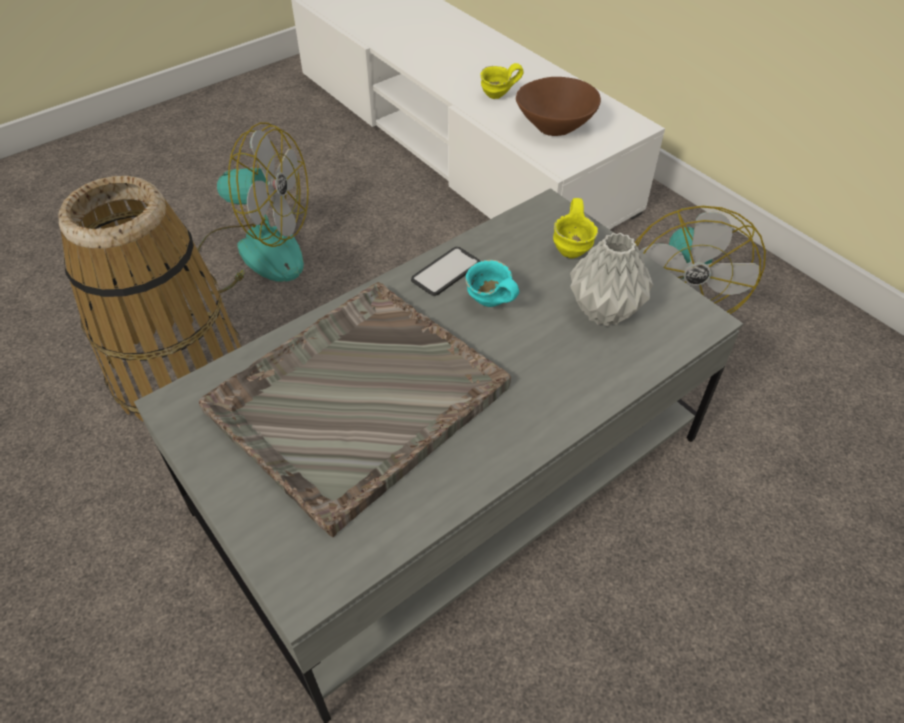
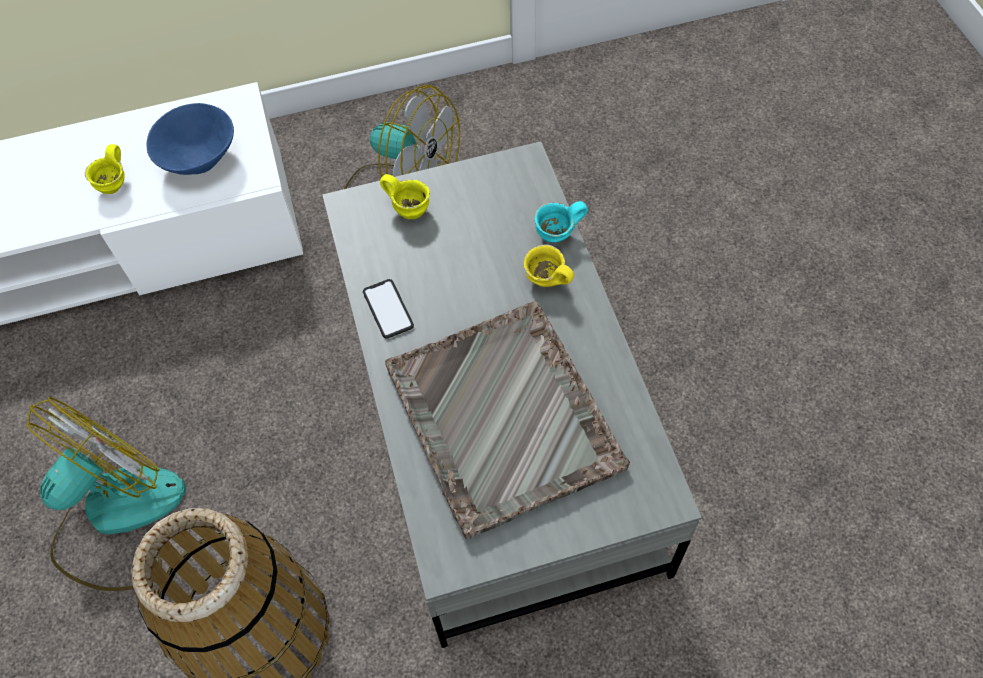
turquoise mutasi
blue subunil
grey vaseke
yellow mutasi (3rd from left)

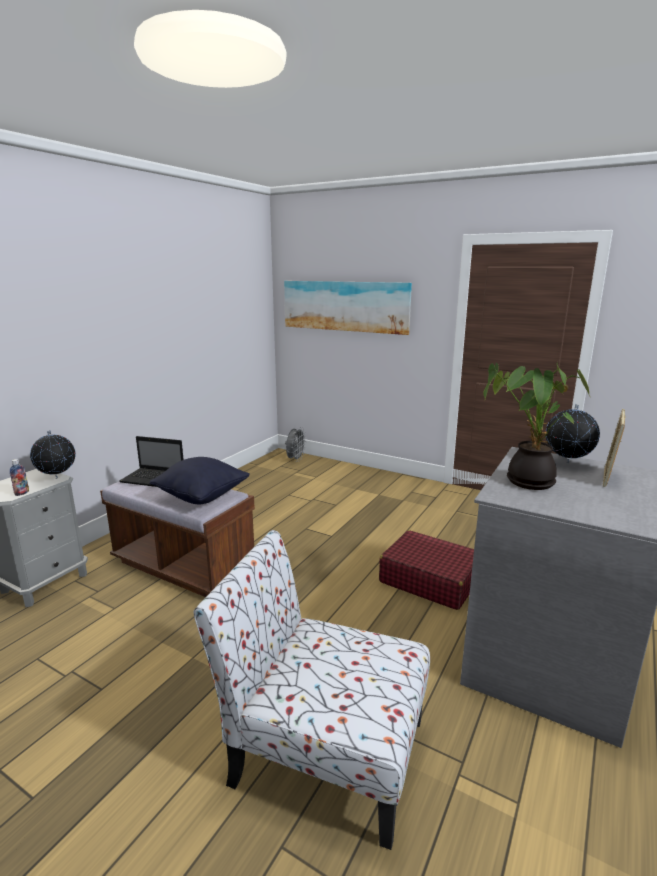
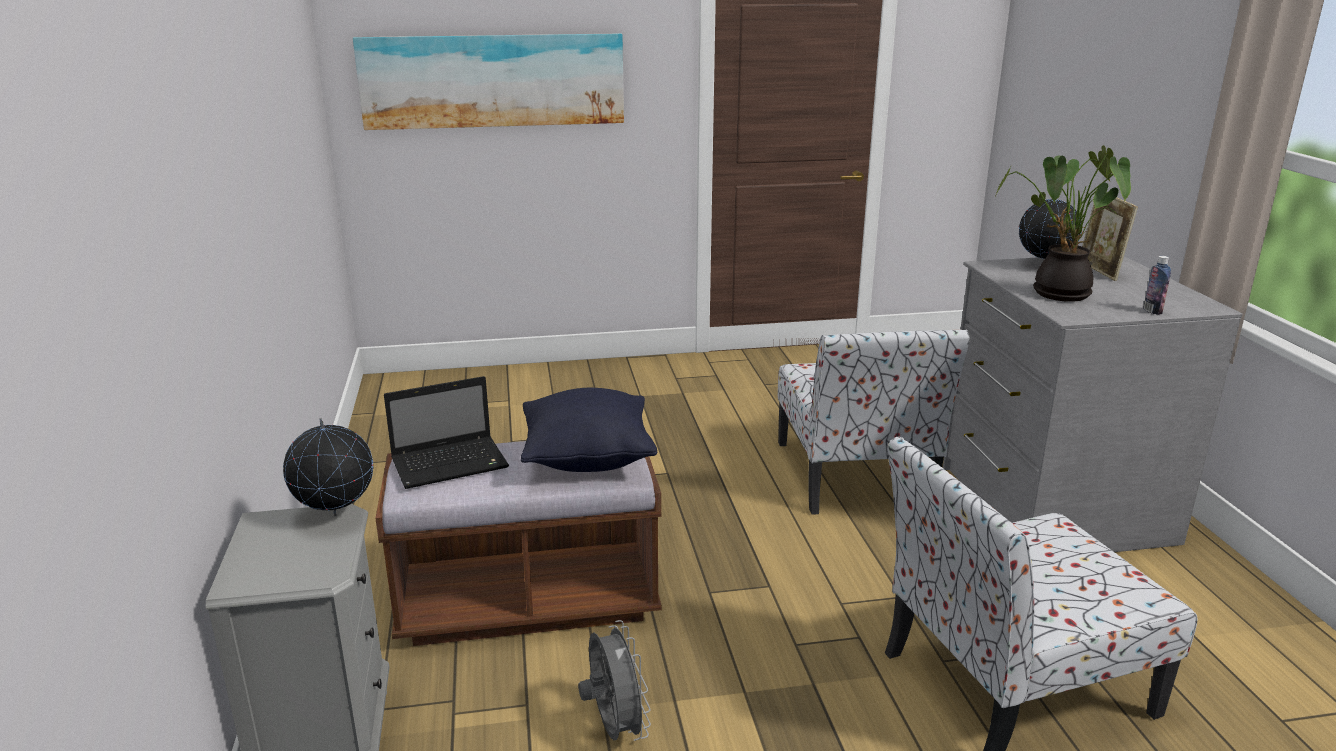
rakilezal
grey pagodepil
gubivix (1st from left)

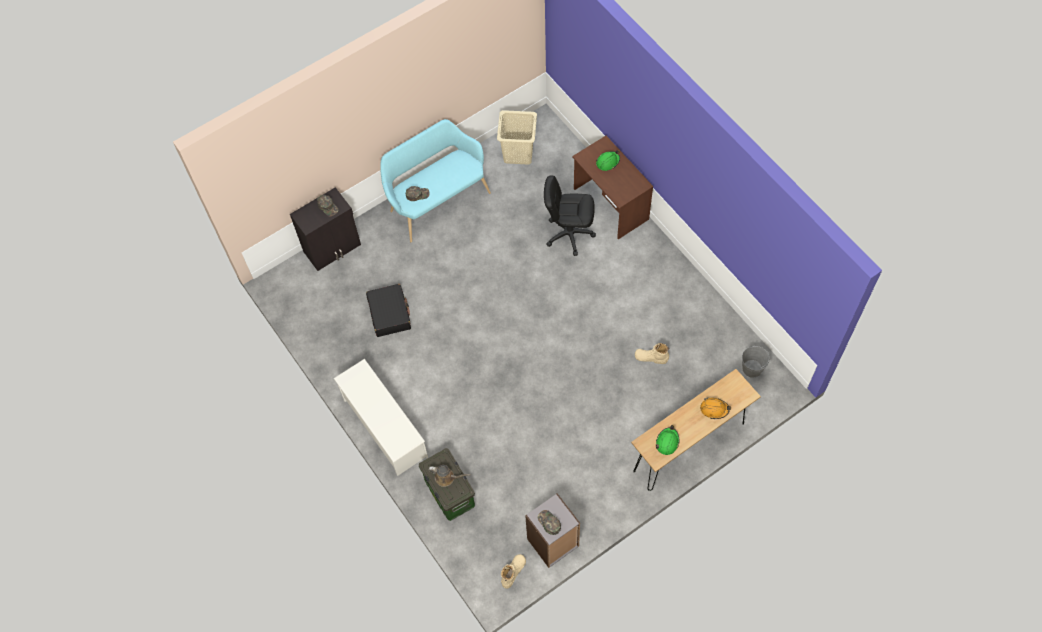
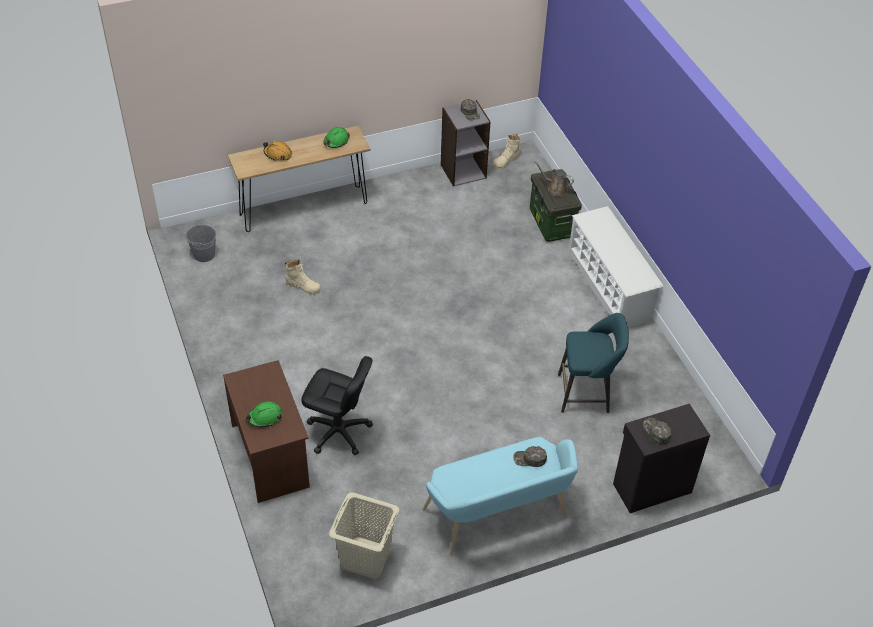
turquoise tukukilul

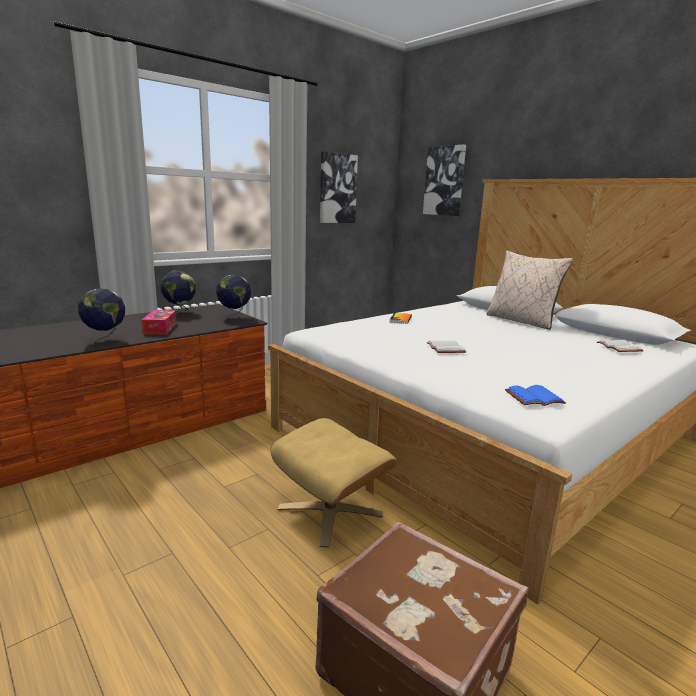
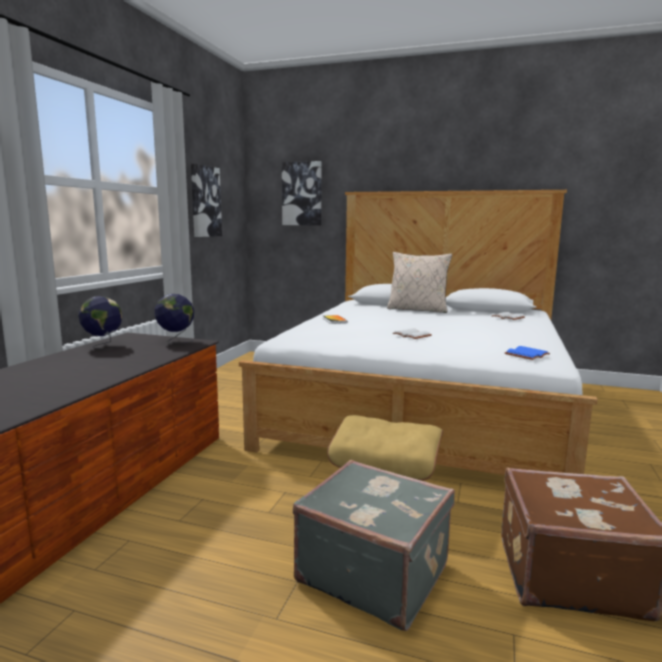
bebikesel (1st from left in the first image)
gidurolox
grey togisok

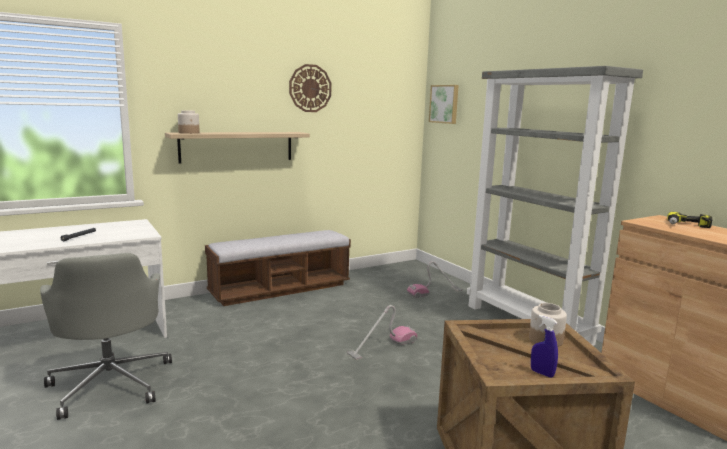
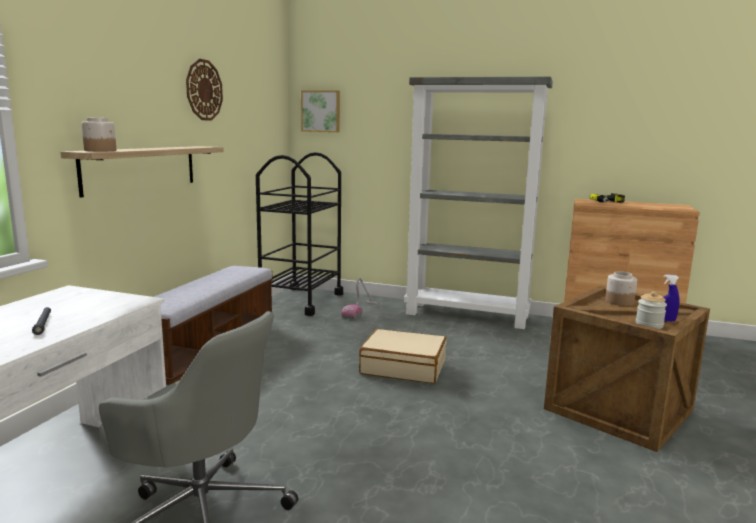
beige togisok
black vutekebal
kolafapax (3rd from left)

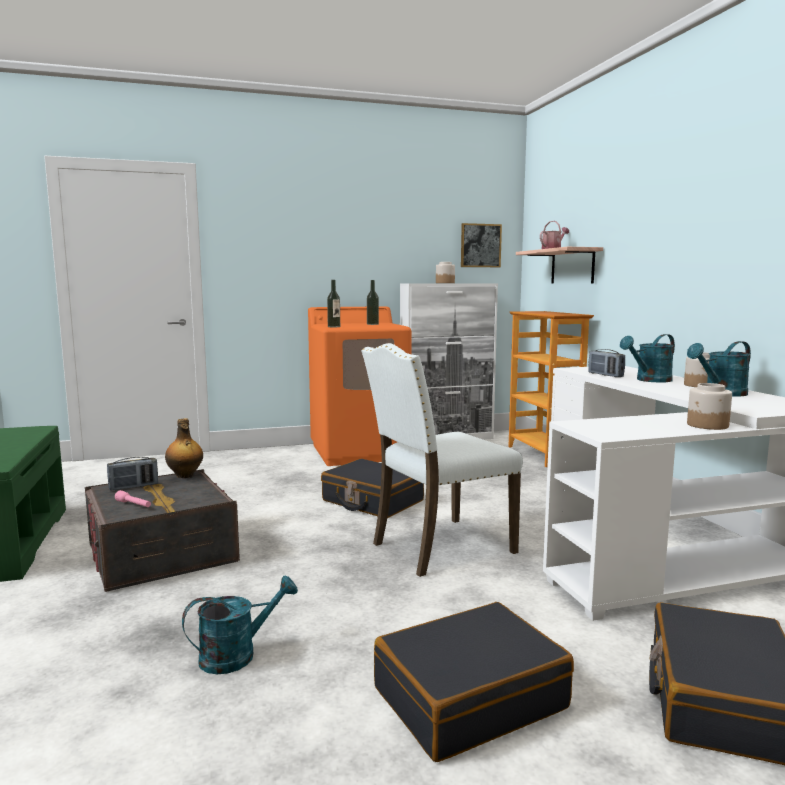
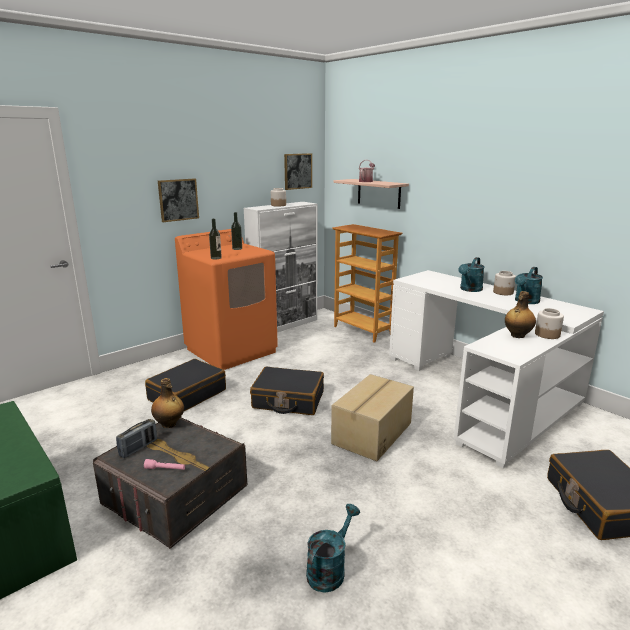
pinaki
black togisok (1st from left)
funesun (2nd from left in the first image)
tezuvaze (1st from left)
rakilezal (4th from left)

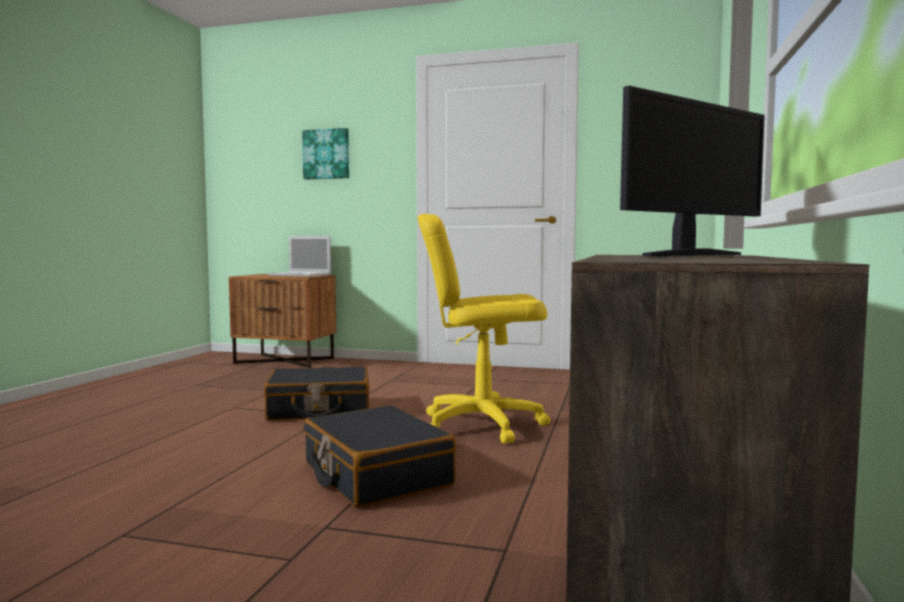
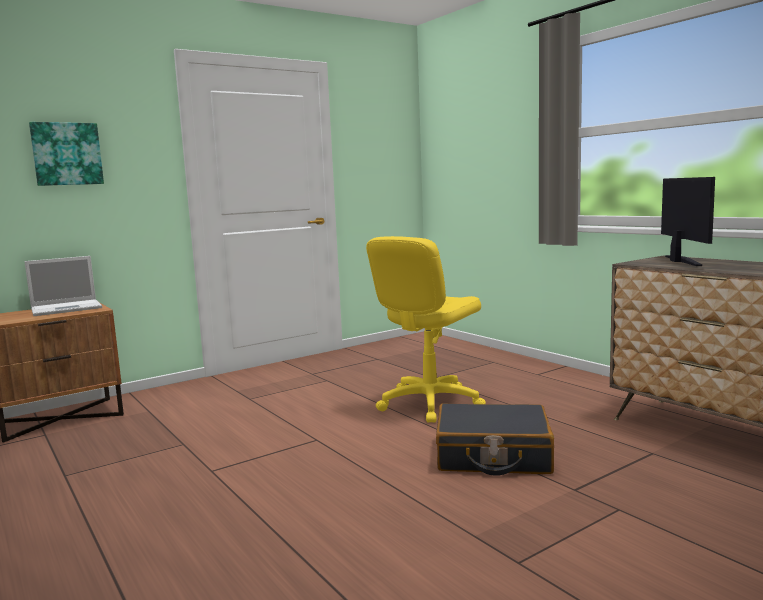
black togisok (1st from left in the first image)

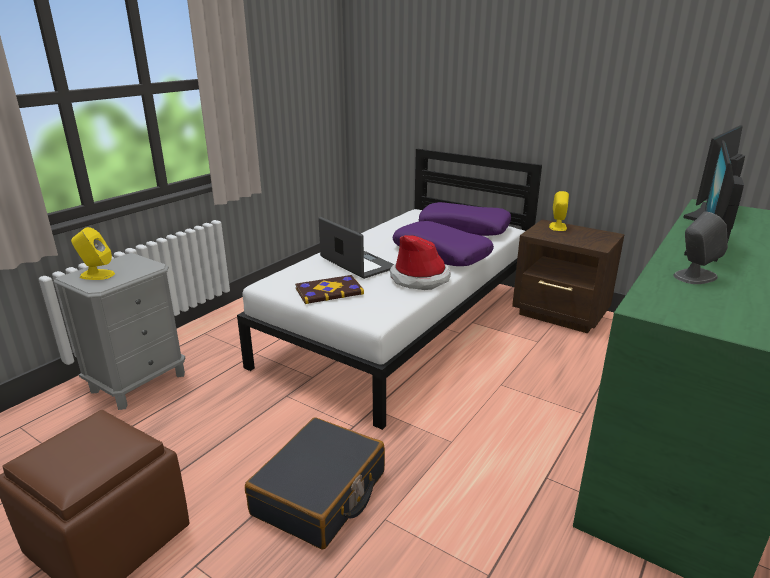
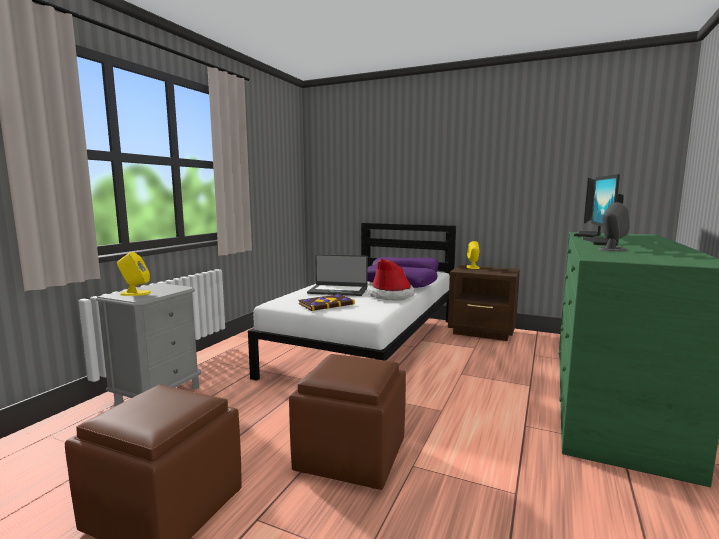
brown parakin (2nd from left)
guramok

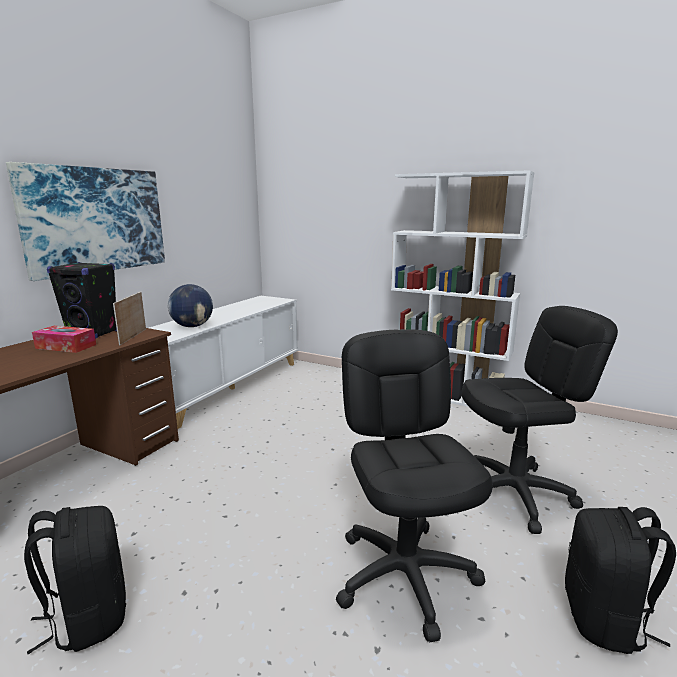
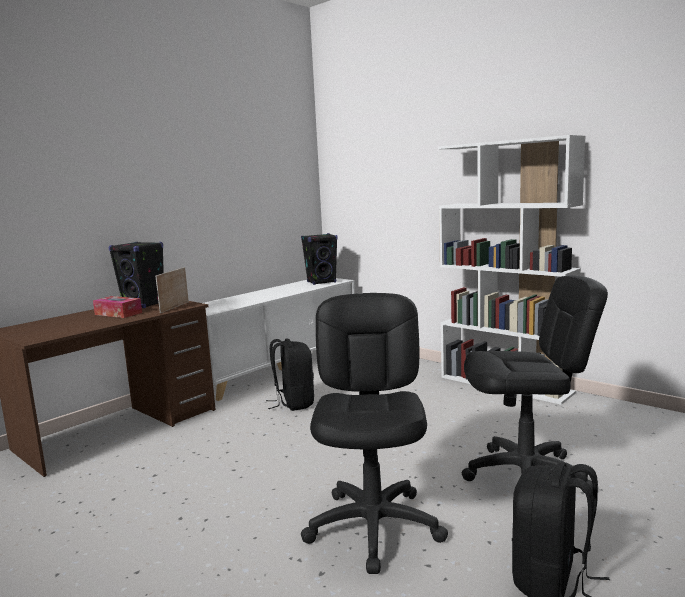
tezuvaze
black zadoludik (1st from left)
bebikesel
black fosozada (2nd from left)

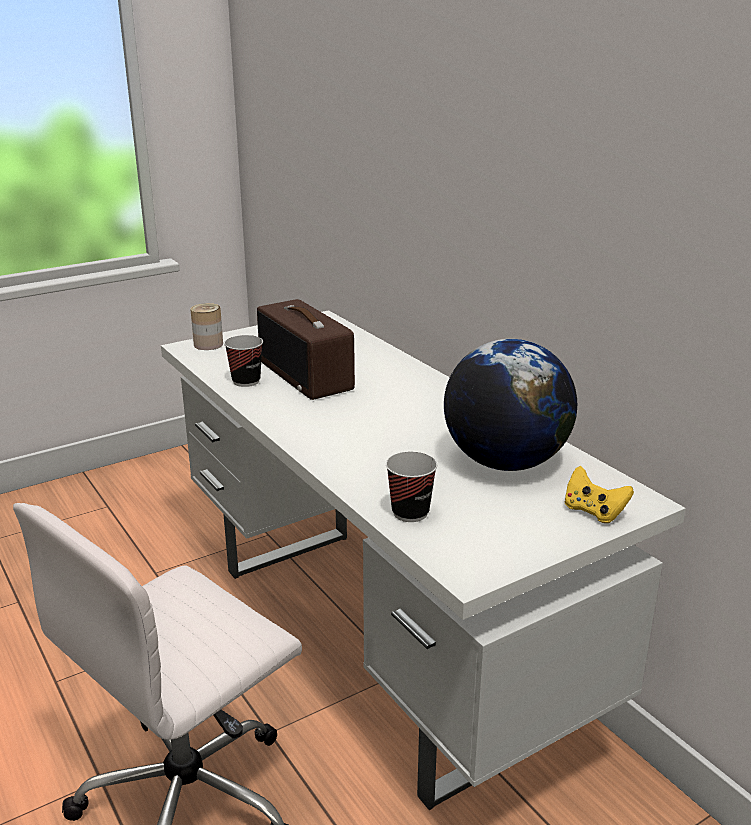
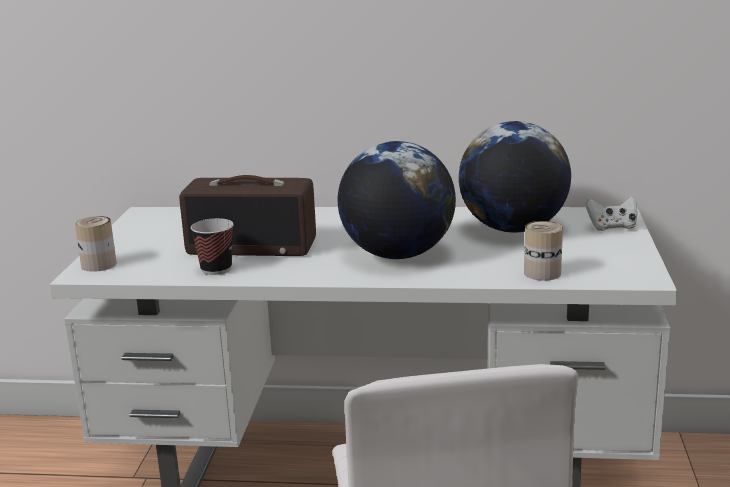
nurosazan (2nd from left)
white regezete
bebikesel (1st from left)

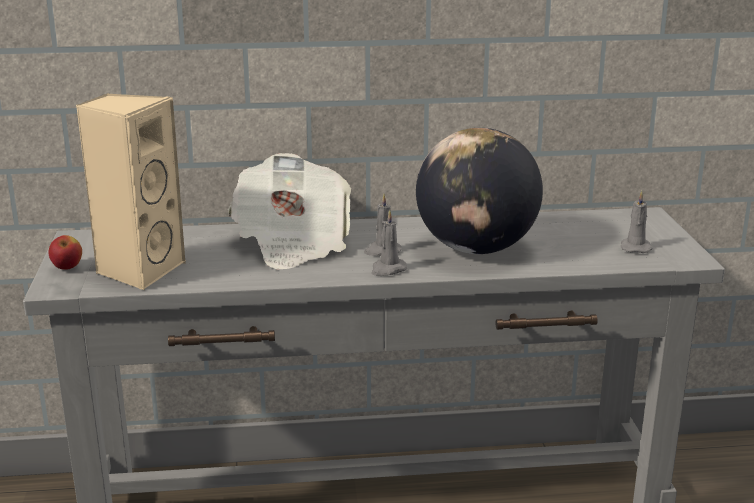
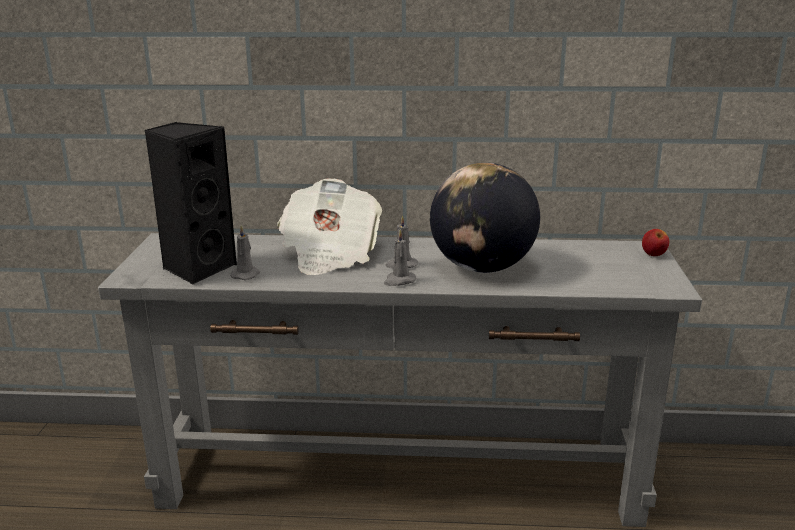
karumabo
black fosozada
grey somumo (1st from left)

